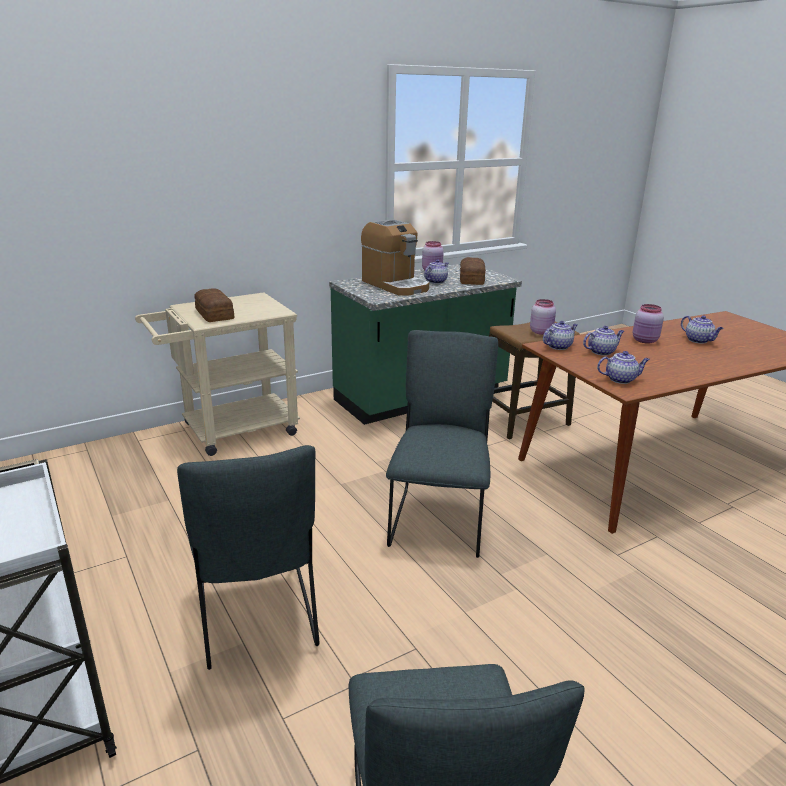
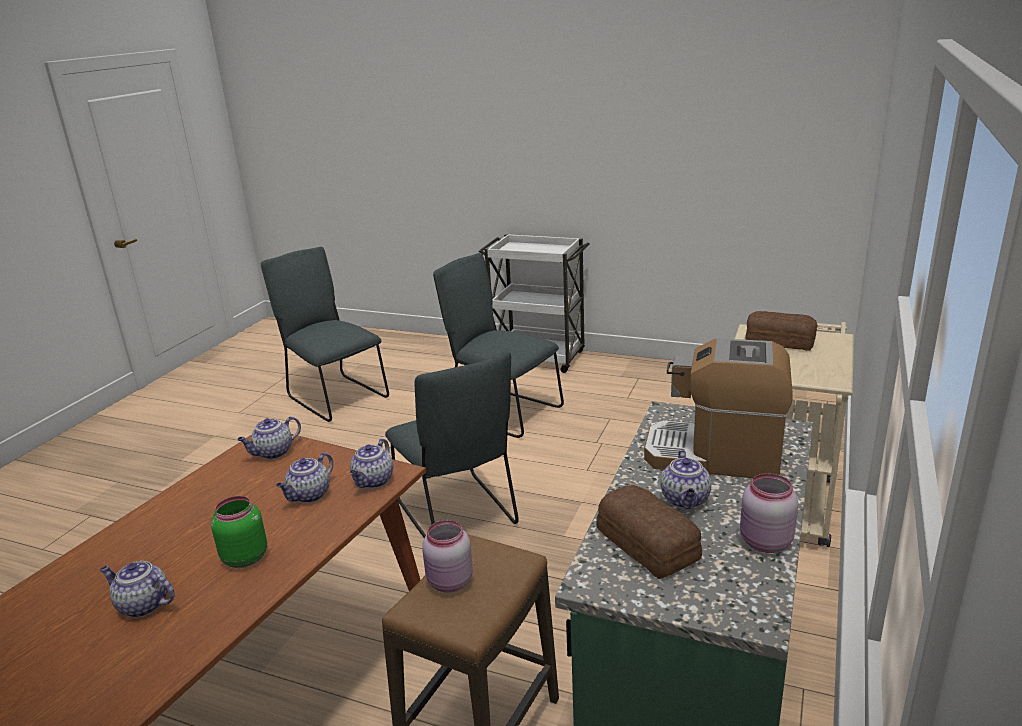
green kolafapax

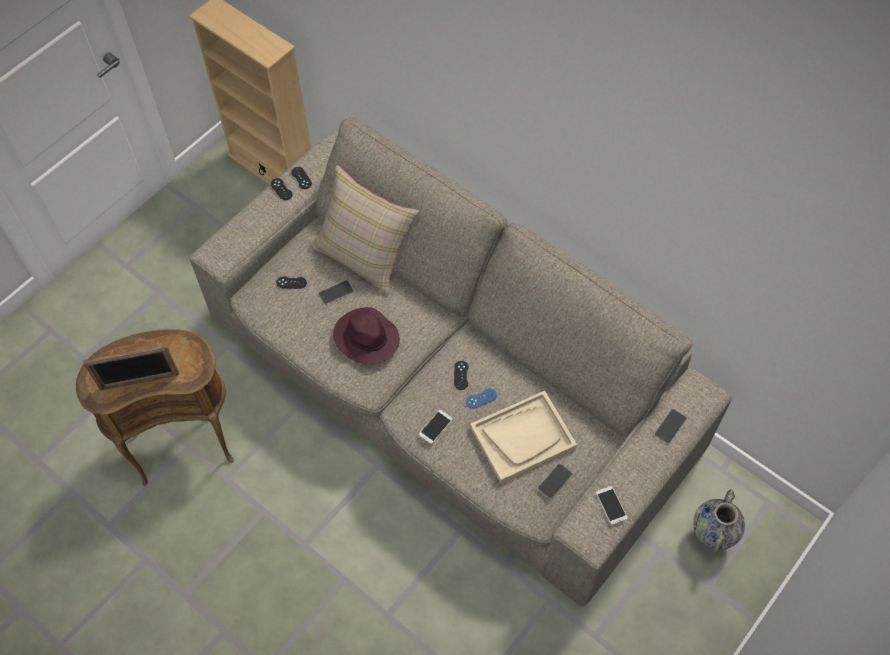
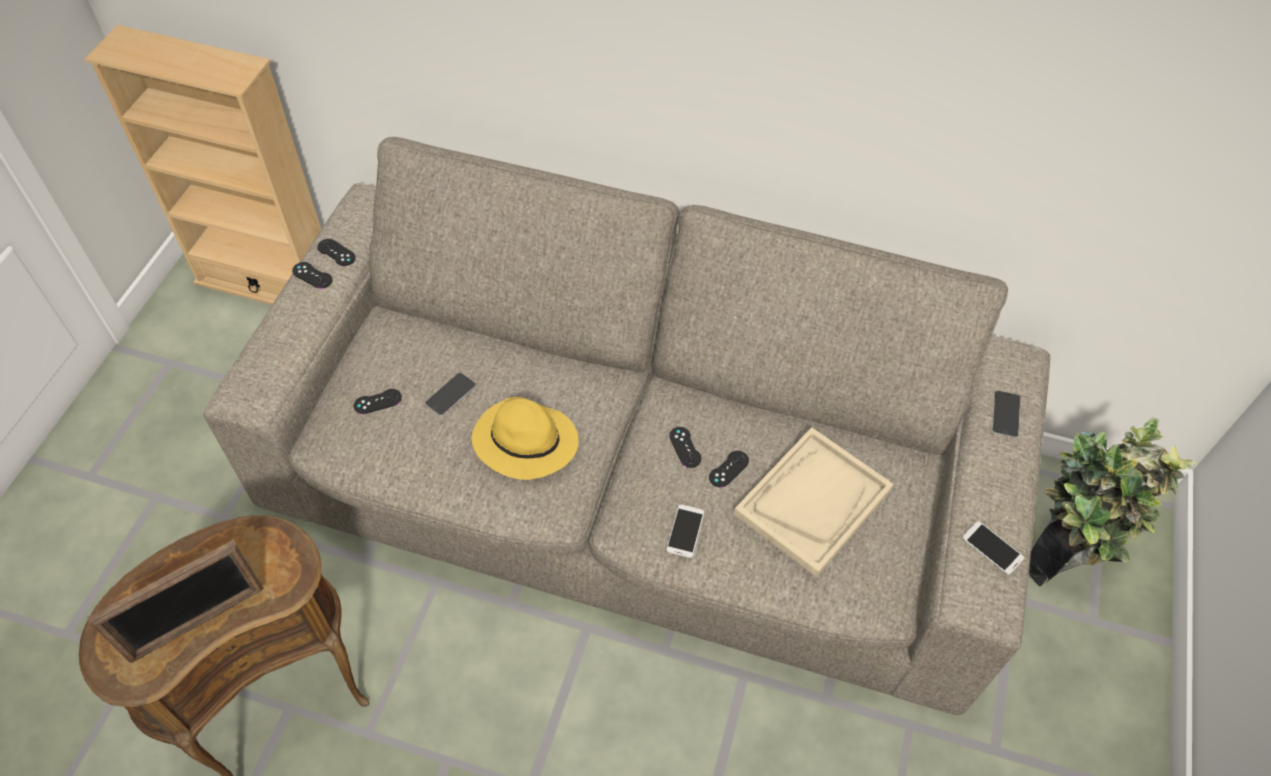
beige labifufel
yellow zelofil
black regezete (5th from left)
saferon (3rd from left in the first image)
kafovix

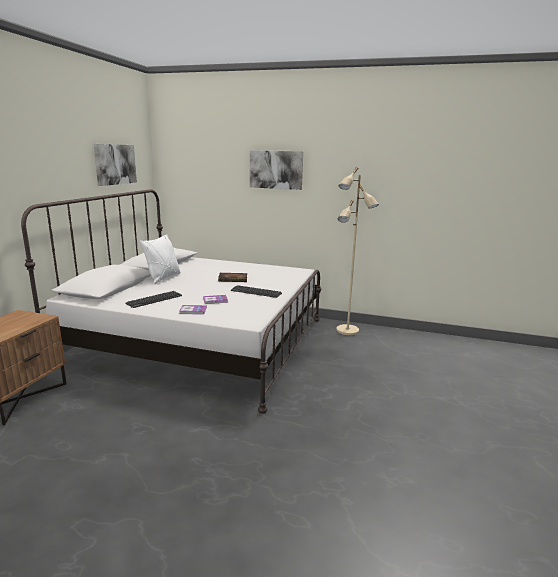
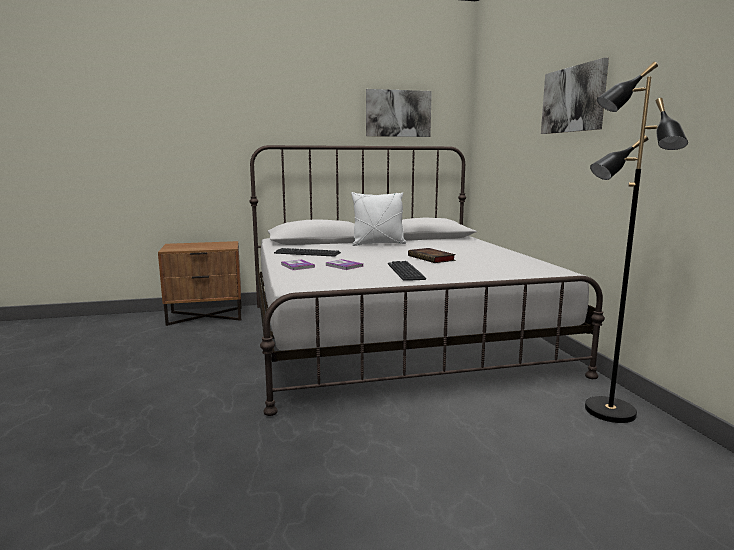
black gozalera

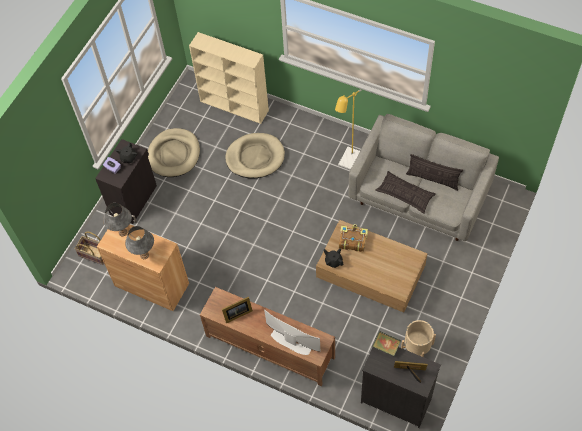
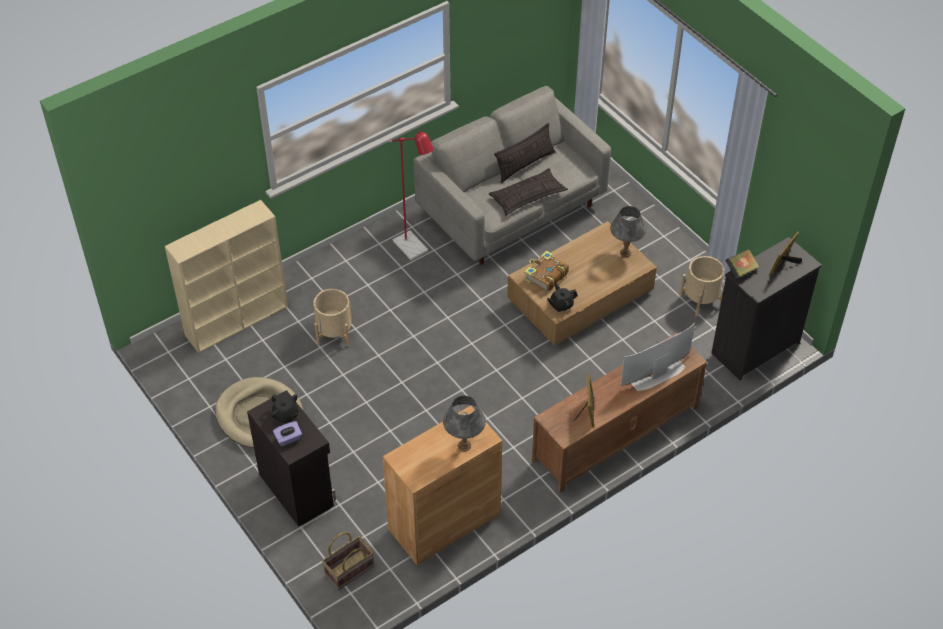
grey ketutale (2nd from left)
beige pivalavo (1st from left)
red gozalera

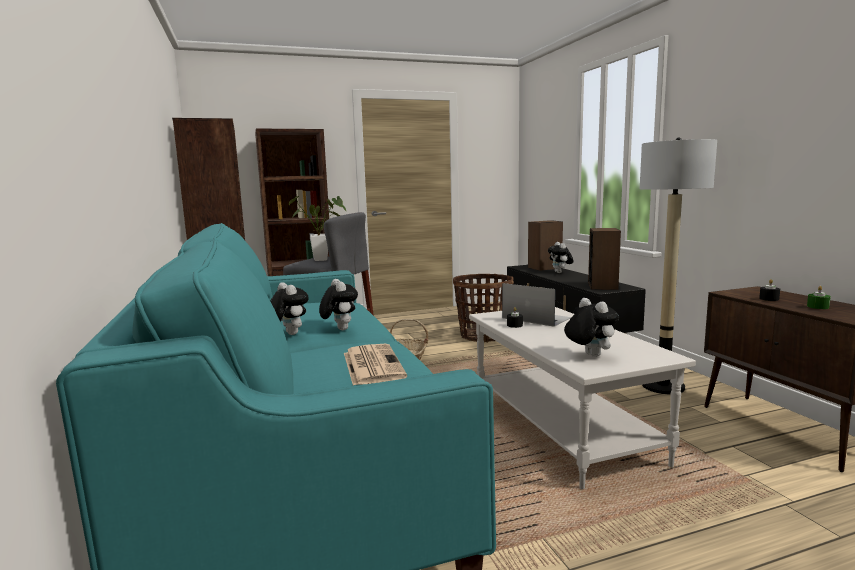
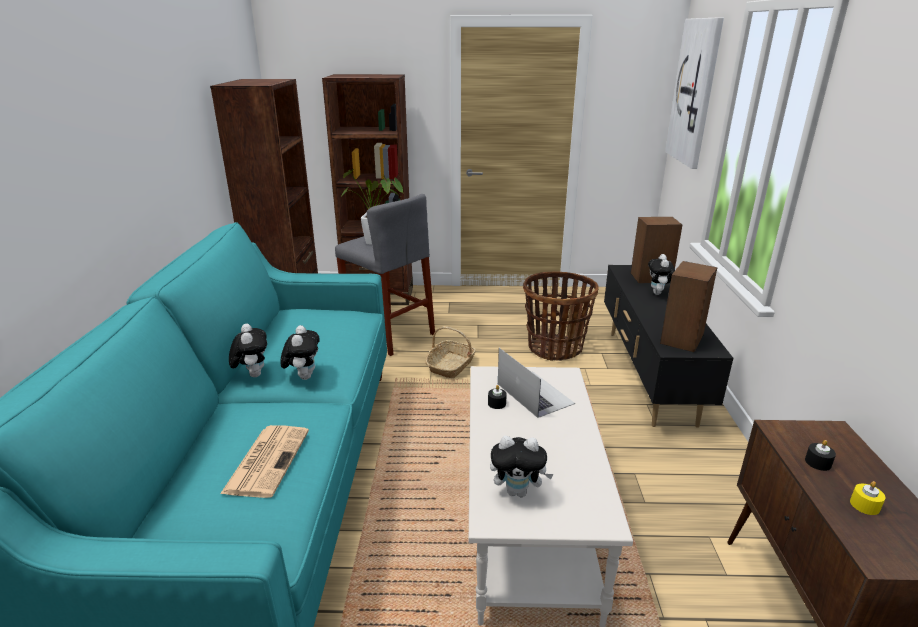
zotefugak (3rd from left)
gozalera
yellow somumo
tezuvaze

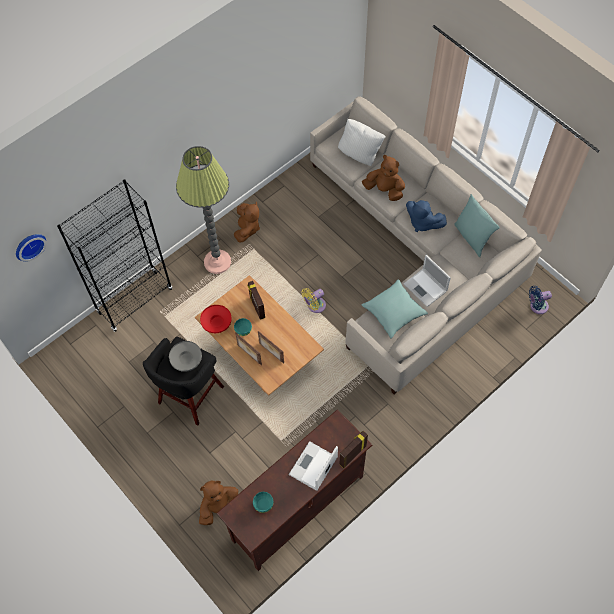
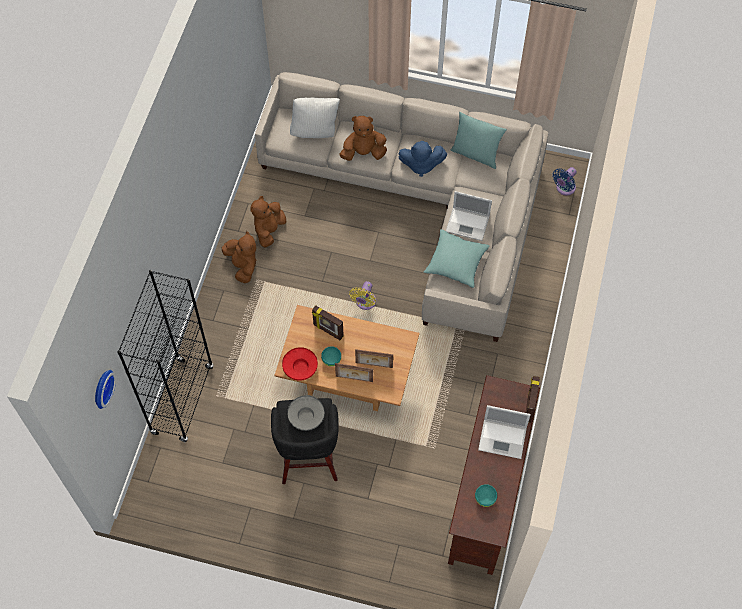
gozalera
brown zotefugak (2nd from left)
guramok (2nd from left)

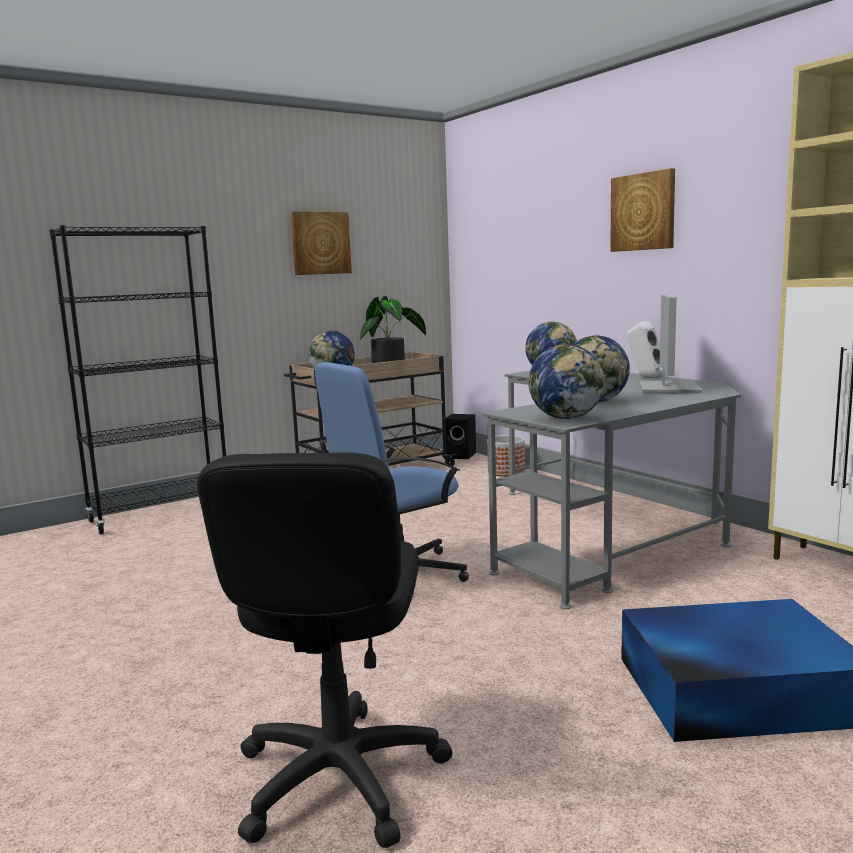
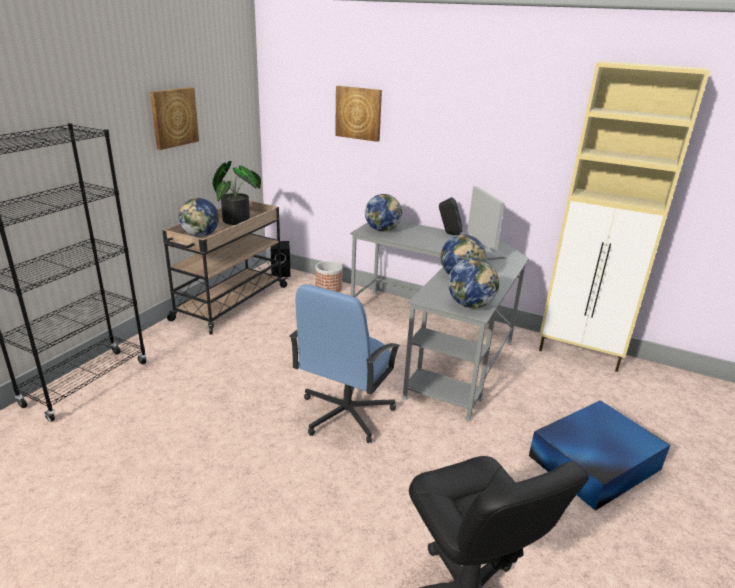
tezuvaze (2nd from left)
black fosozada (2nd from left)

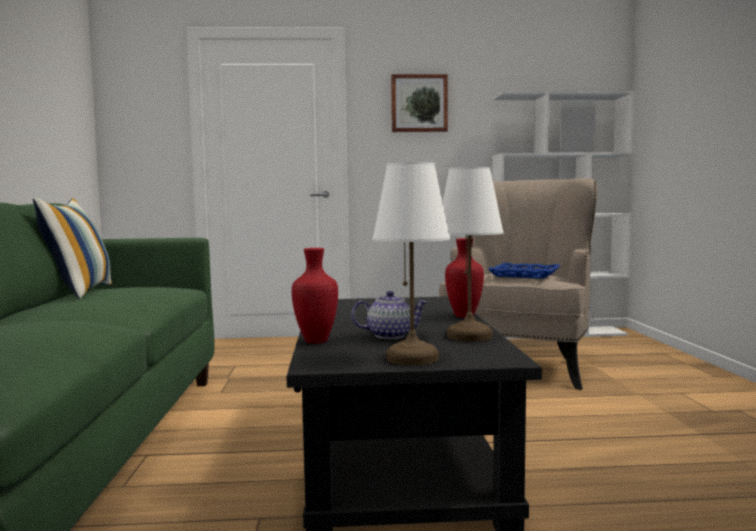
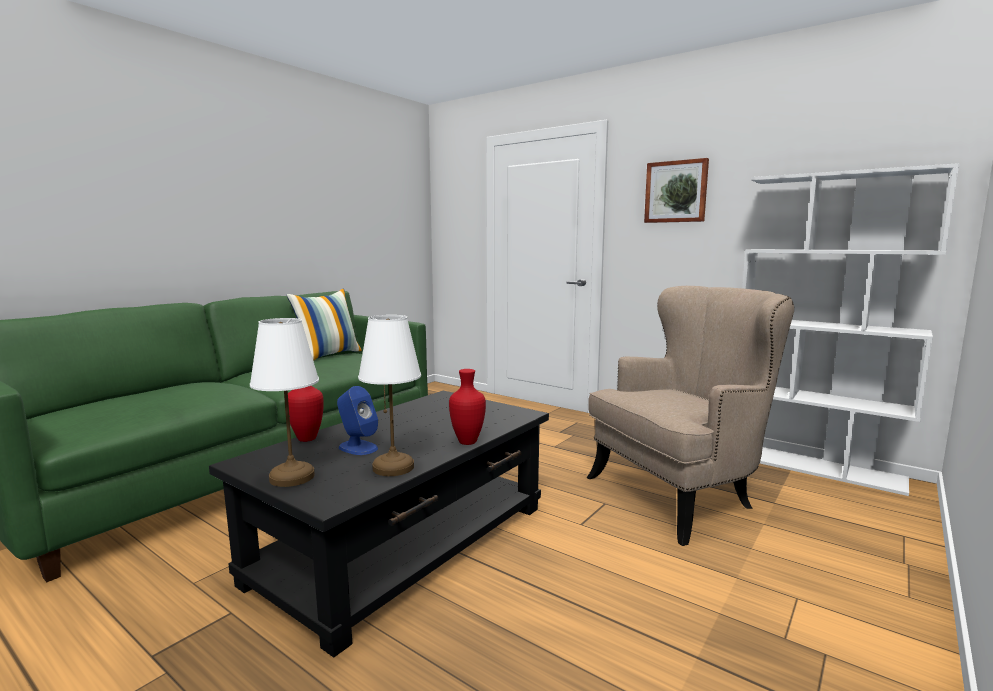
blue fosozada
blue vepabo

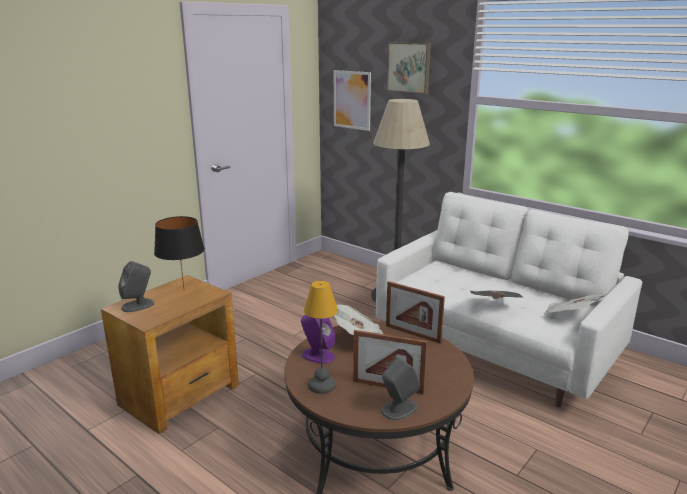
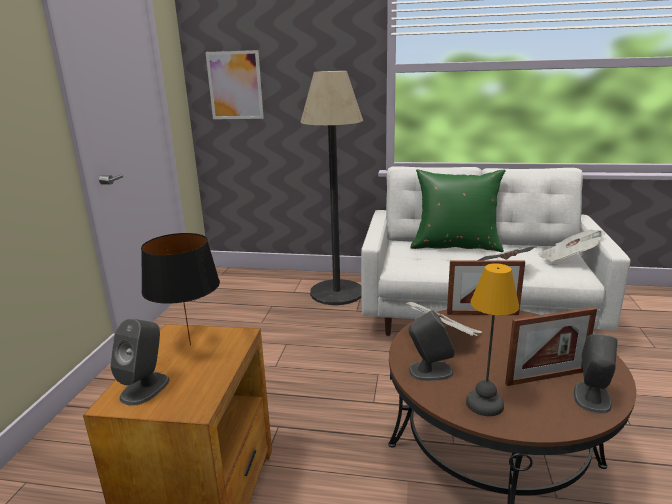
grey fosozada (2nd from left)
tezuvaze (2nd from left in the first image)
green labifufel

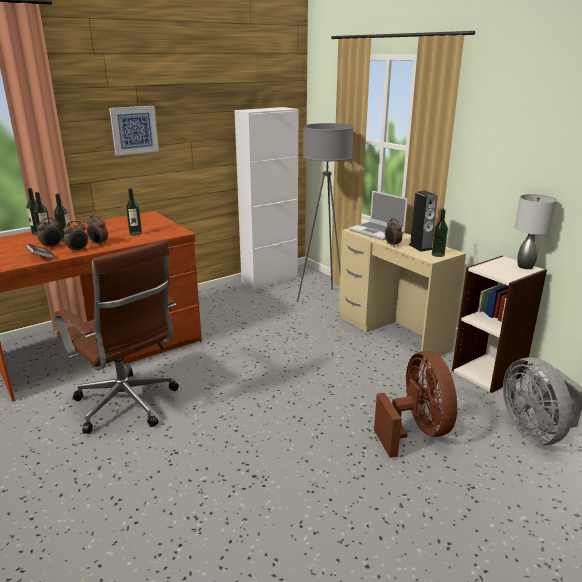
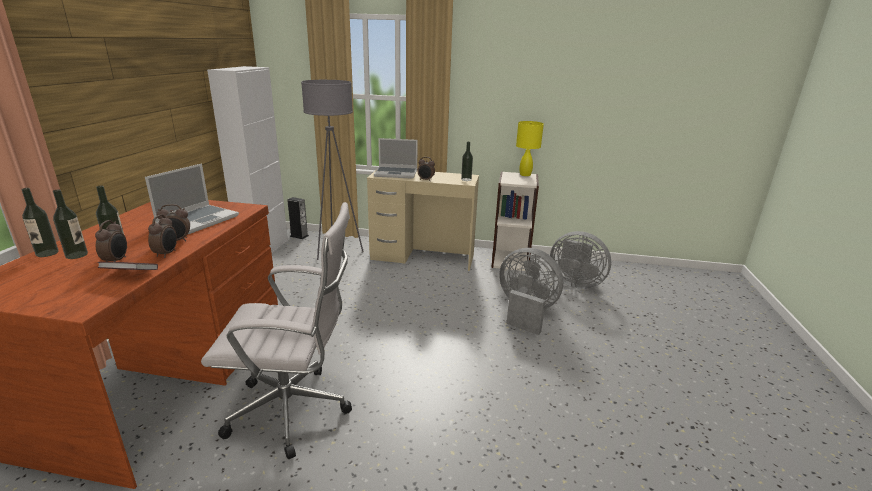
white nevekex
tezuvaze
guramok (1st from left)
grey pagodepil (1st from left)
fosozada
yellow ketutale

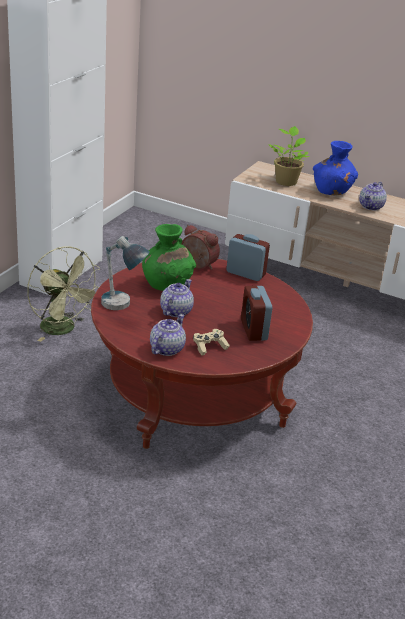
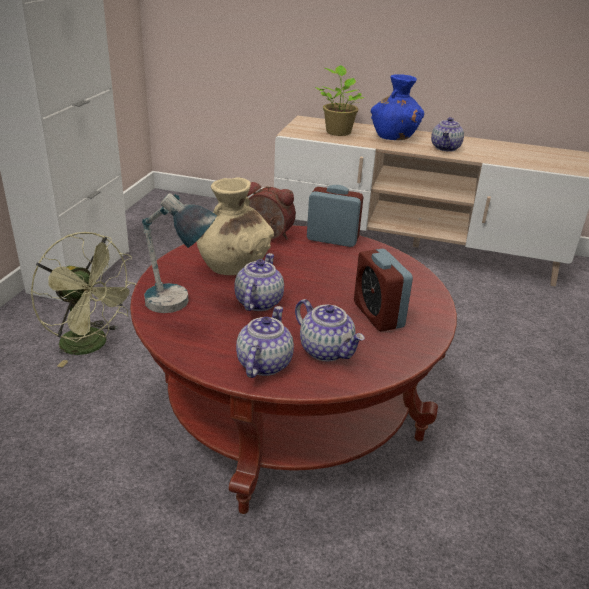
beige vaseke
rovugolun (3rd from left)

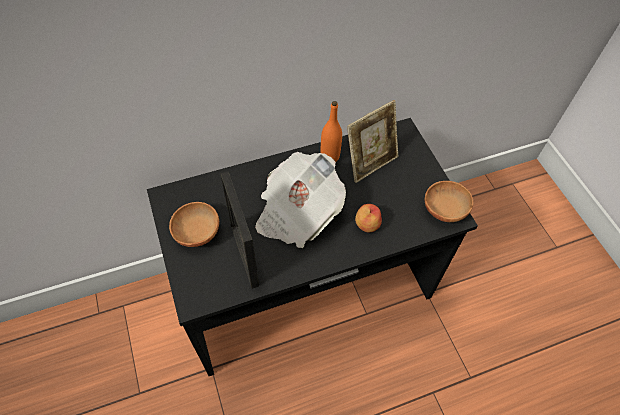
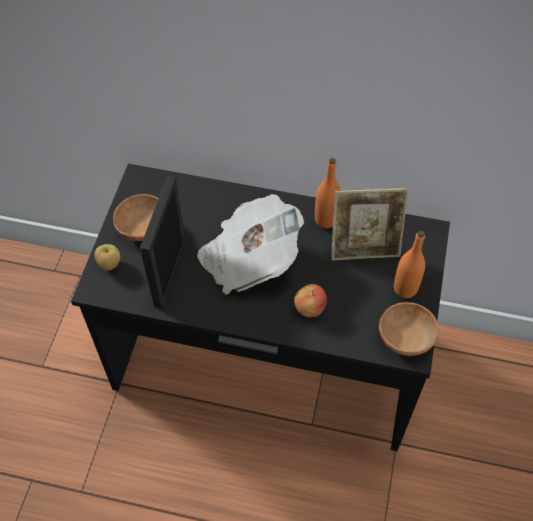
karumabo (1st from left)
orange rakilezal (2nd from left)

